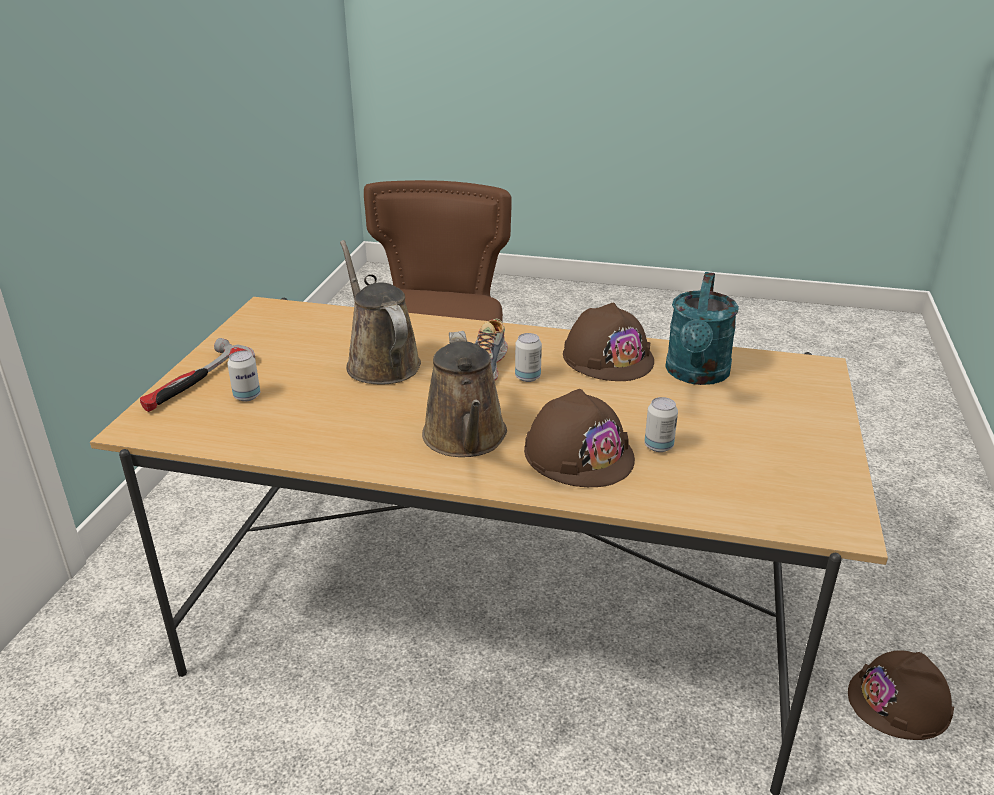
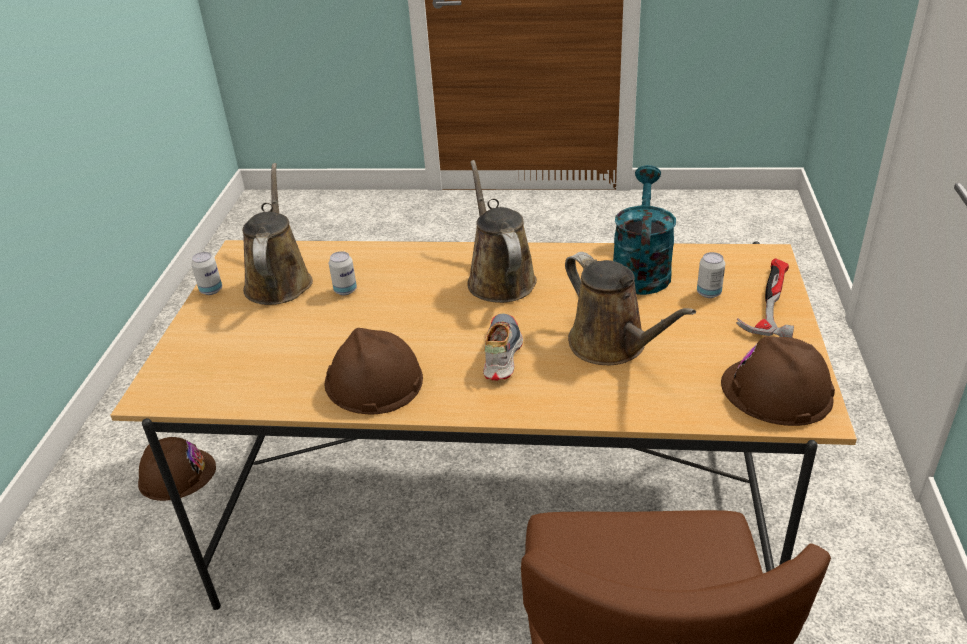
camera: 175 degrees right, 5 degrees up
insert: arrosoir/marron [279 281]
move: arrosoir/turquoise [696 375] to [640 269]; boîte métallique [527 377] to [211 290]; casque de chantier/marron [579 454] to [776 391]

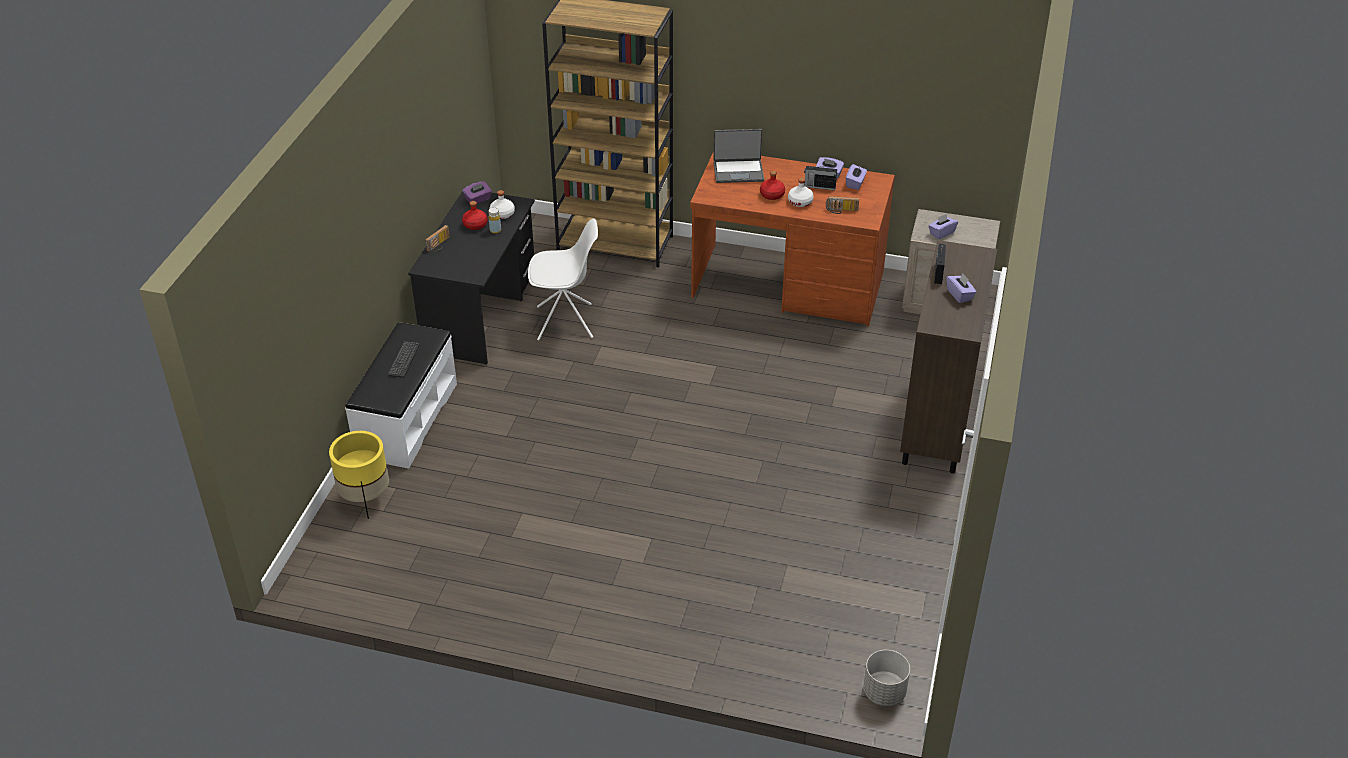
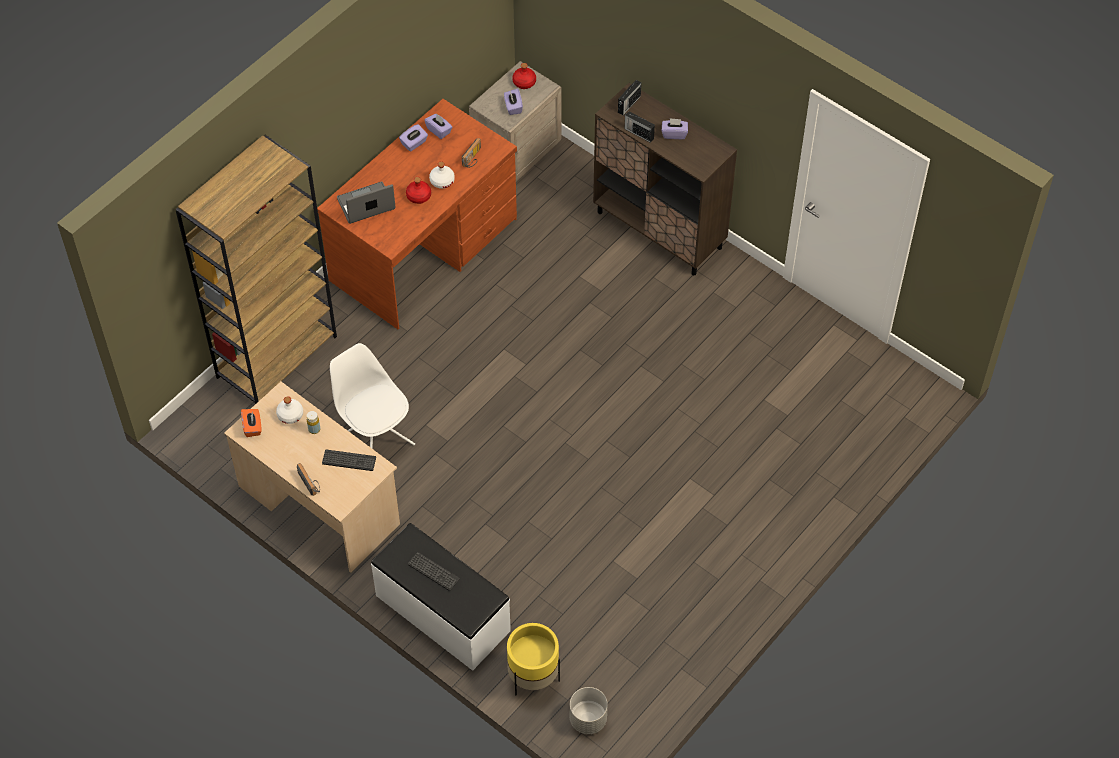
camera: 65 degrees left, 15 degrees up
insert: clavier [349 460]
move: radio [819 186] to [628 104]; bouteille/rouge [475 225] to [524 82]; cache-pot/gris [884 692] to [588 719]
recolor: boîte à mouchoirs/violet [478 200] to boîte à mouchoirs/orange [252 427]; bureau/noir [480 313] to bureau/beige [319 505]
rotate: ordinateur portable [738 171] = [366 205] 135 degrees counterclockwise; chaise/blanc [566 322] = [375 440] 60 degrees counterclockwise

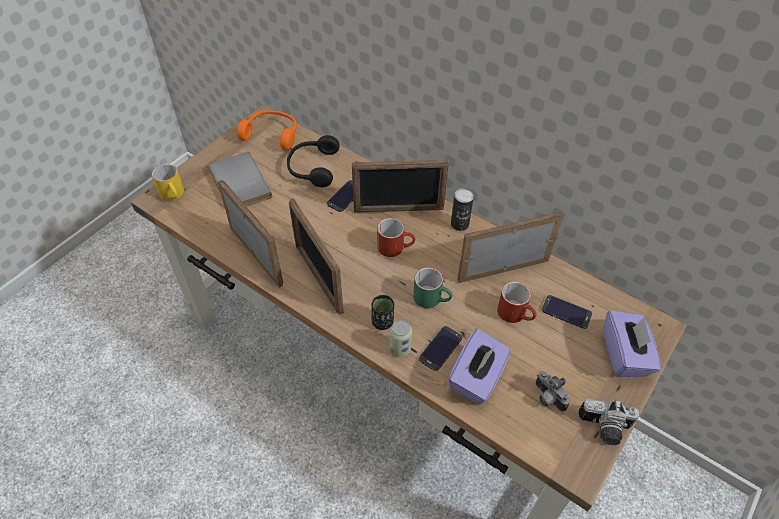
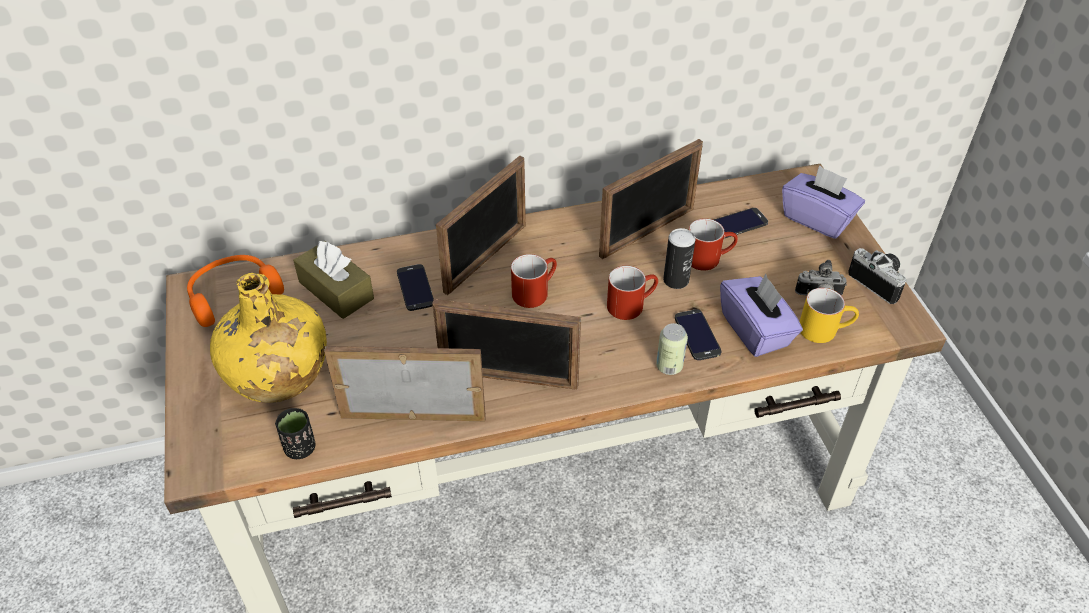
camera: 50 degrees left, 5 degrees down
move: mug/jaune [174 195] to [824 329]; boîte métallique [459 224] to [676 280]; tasse/noir [382 322] to [300 448]
replace: casque audio/noir [312 168] to boîte à mouchoirs/marron [336 290]; livre/gris [238 184] to bouteille/jaune [276 372]
recolor: mug/vert [432 298] to mug/rouge [631 304]
rotate: cadre photo [503 269] = [647 232] 150 degrees counterclockwise; appareil photo [604 429] = [880 281] 90 degrees counterclockwise

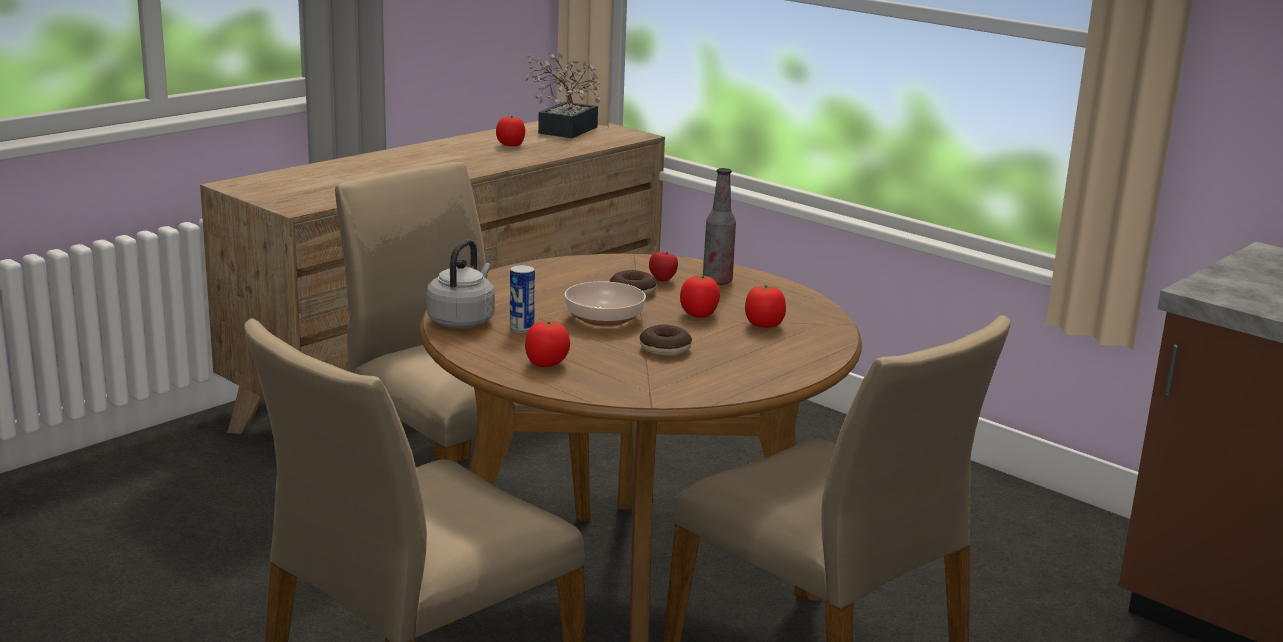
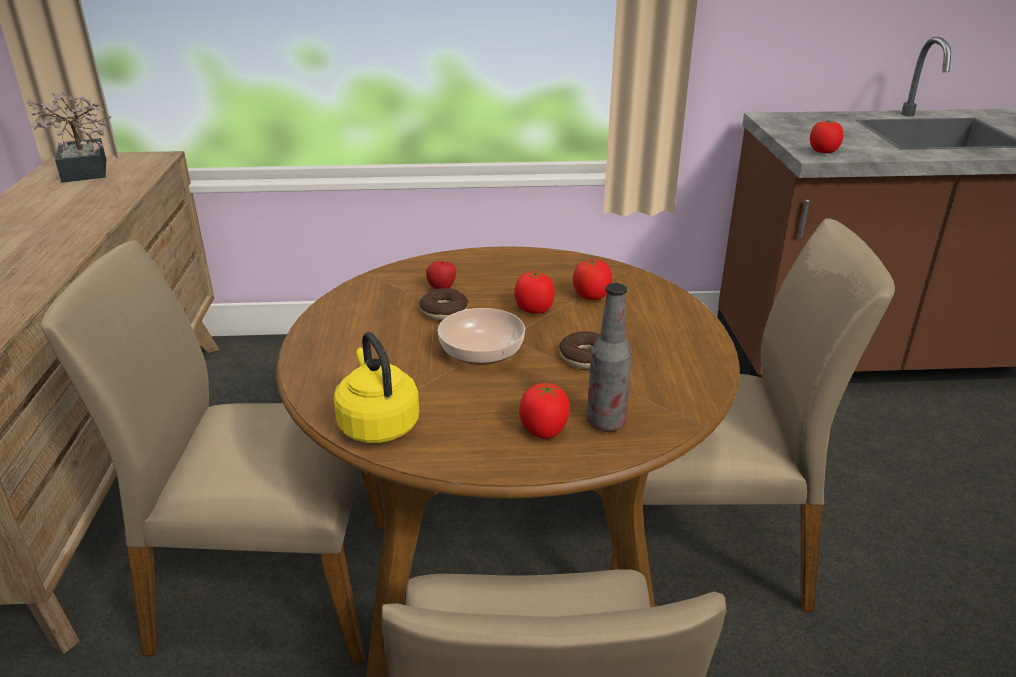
camera: 45 degrees left, 10 degrees up
delete: boîte métallique [521 329]
move: tomate [511 145] to [823 152]; bouteille [717 281] to [606 422]
recolor: bouilloire/gris [463 320] to bouilloire/jaune [377 424]

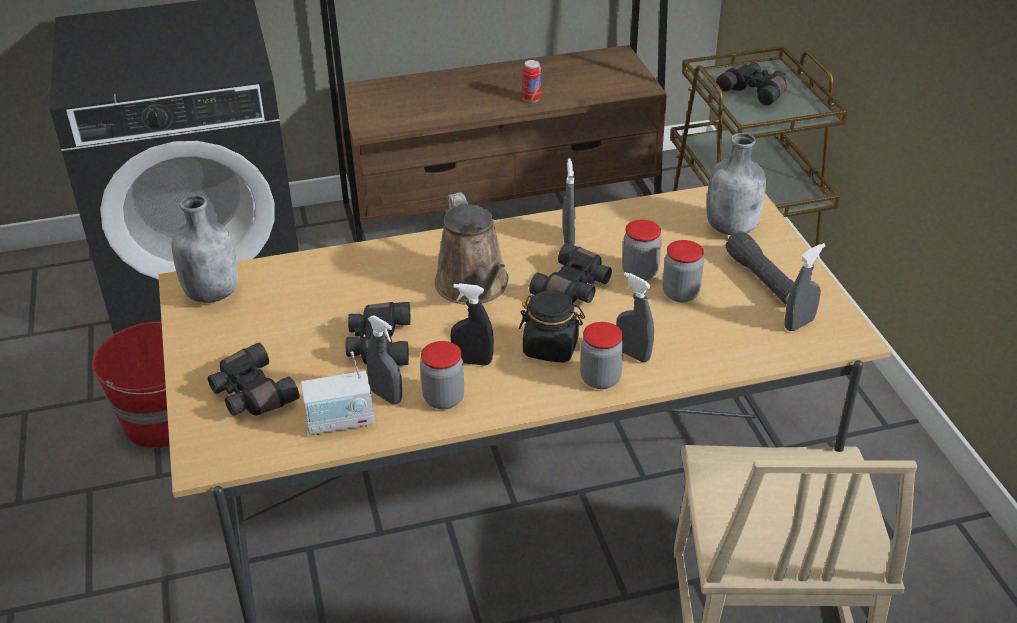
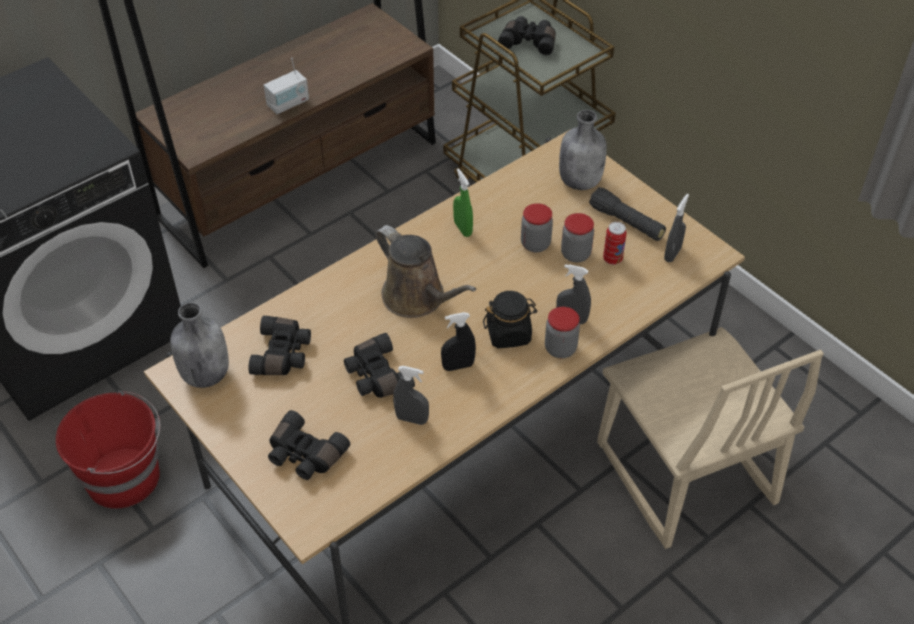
camera: 25 degrees left, 10 degrees up
delete: bocal [443 398]
move: boîte métallique [531 99] to [612 259]; jumelles/noir [574 287] to [283 354]; radio [340 421] to [288 104]
recolor: vaporisateur/gris [568 238] to vaporisateur/vert [462 228]

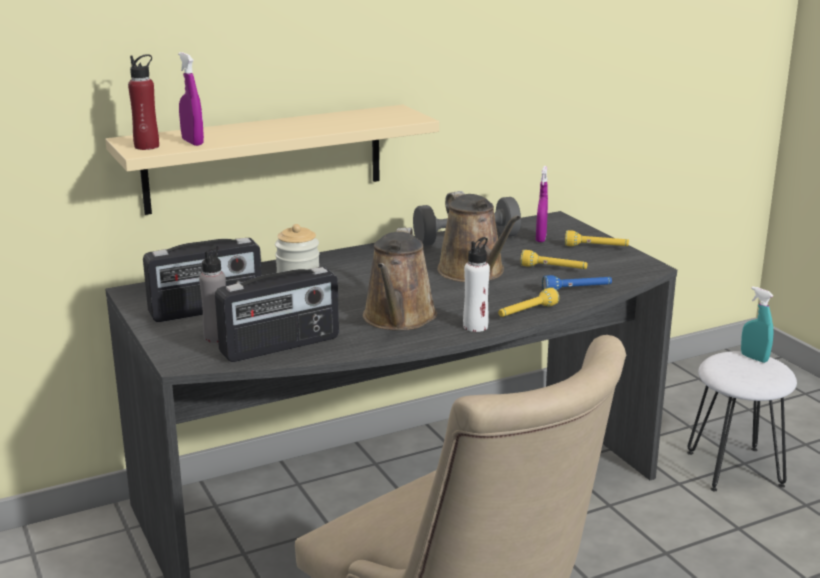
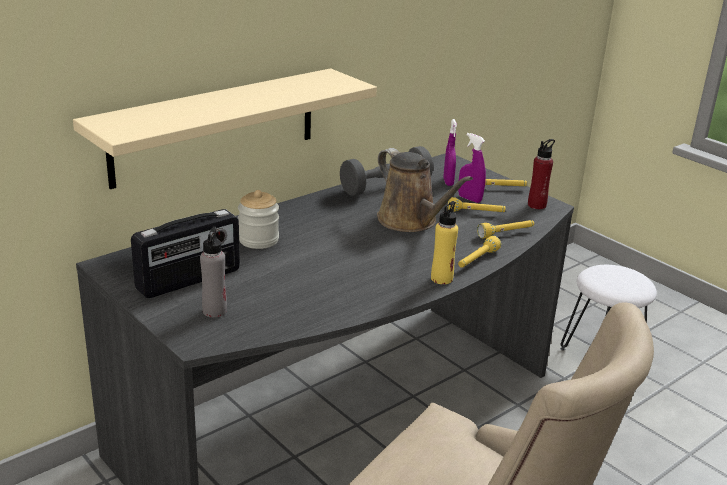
camera: 15 degrees left, 5 degrees up
delete: arrosoir/marron [398 319]; radio [280 346]; vaporisateur/turquoise [754 358]
move: vaporisateur/violet [192 142] to [469 199]; bouteille/rouge [147 146] to [537 205]
recolor: bouteille/blanc [475 326] to bouteille/jaune [442 278]; lampe de poche/bleu [577 290] to lampe de poche/jaune [506 233]

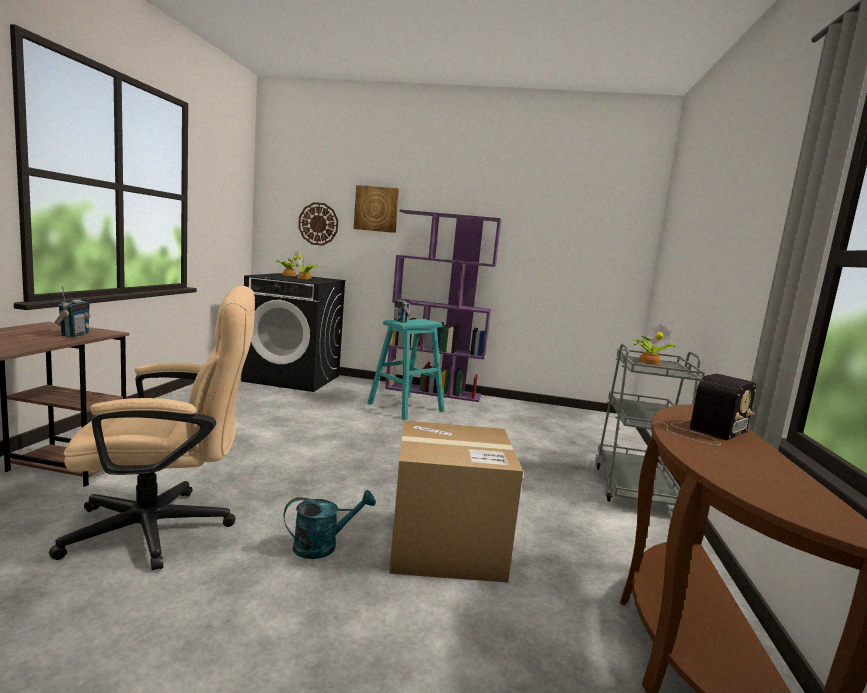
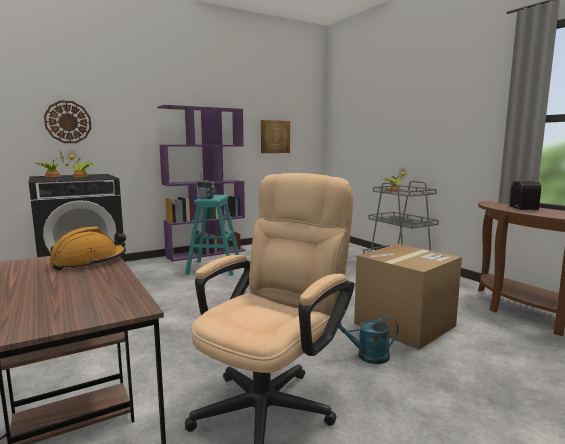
camera: 40 degrees left, 0 degrees up
move: tableau [376 209] to [275 136]
replace: radio [74 334] to casque de chantier/orange [89 262]
rotate: arrosoir/turquoise [323 546] = [367 356] 120 degrees counterclockwise

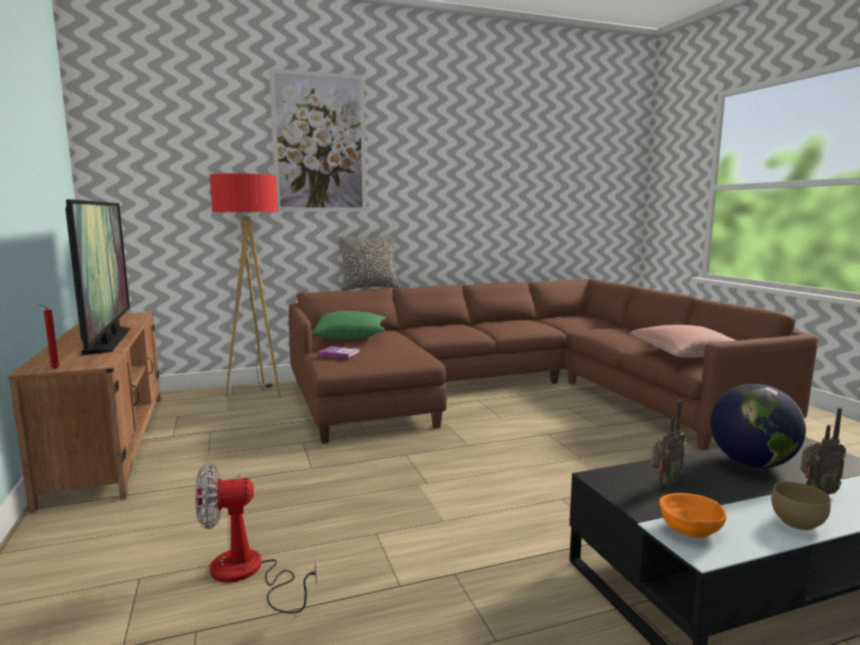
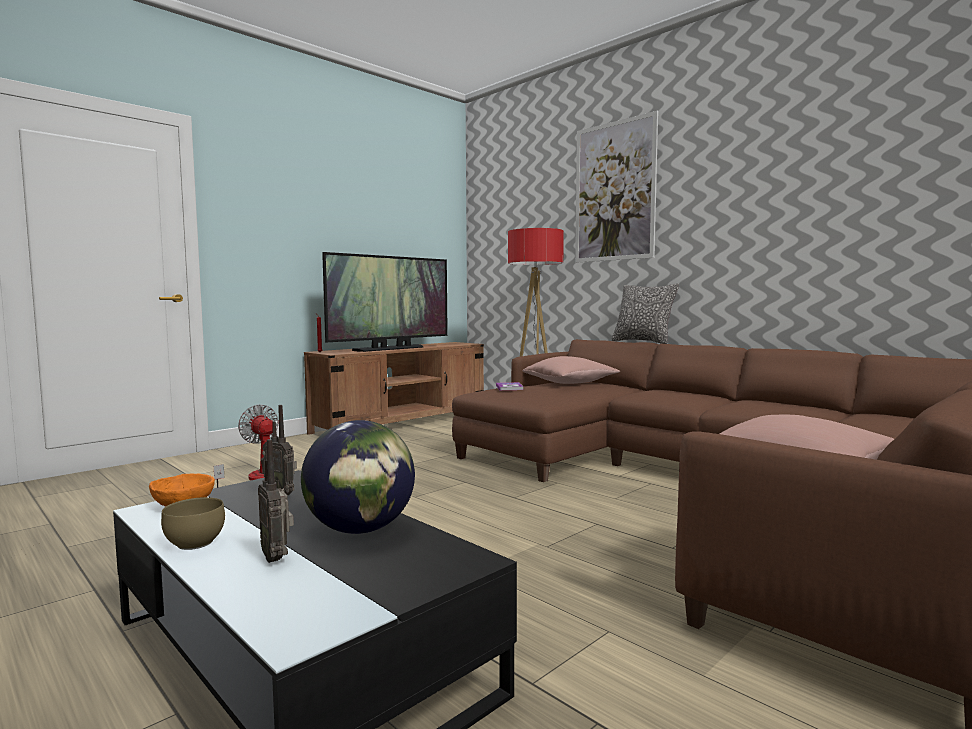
camera: 65 degrees right, 5 degrees down
recolor: coussin/vert [350 336] to coussin/rose [570 383]

